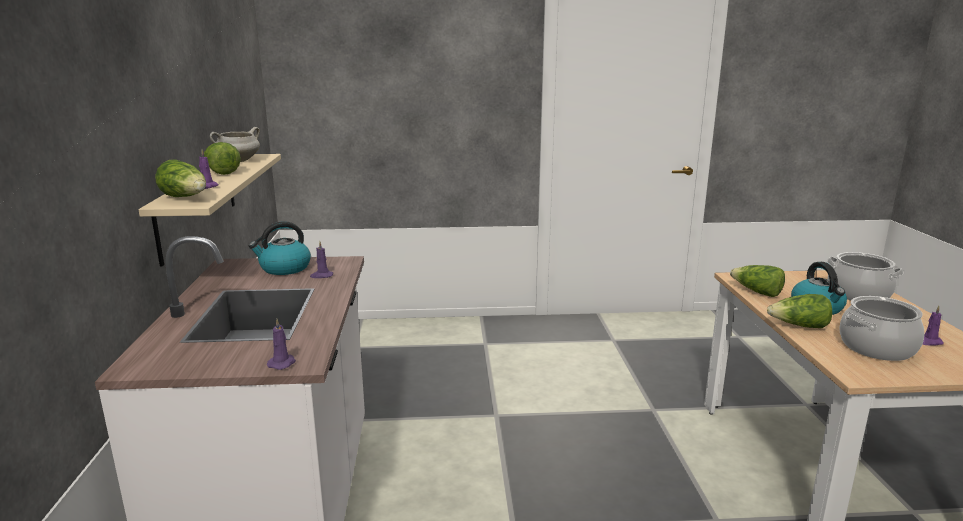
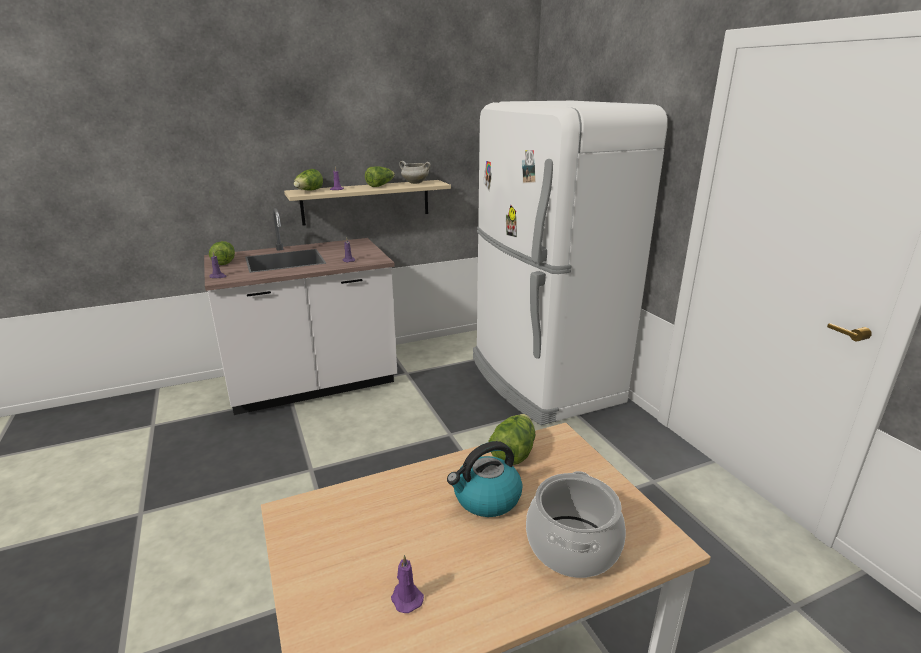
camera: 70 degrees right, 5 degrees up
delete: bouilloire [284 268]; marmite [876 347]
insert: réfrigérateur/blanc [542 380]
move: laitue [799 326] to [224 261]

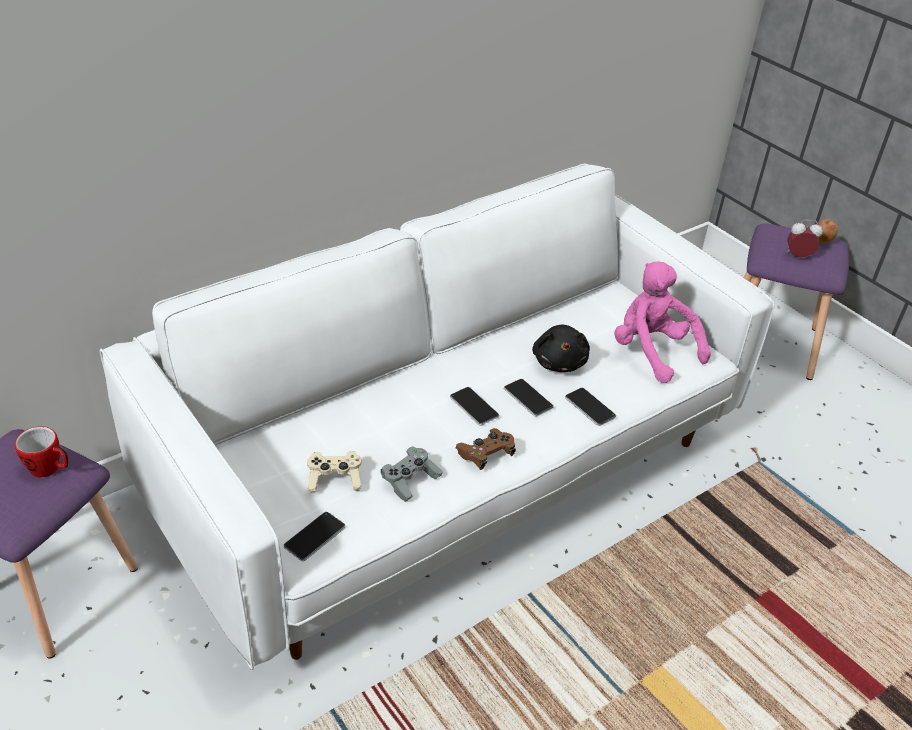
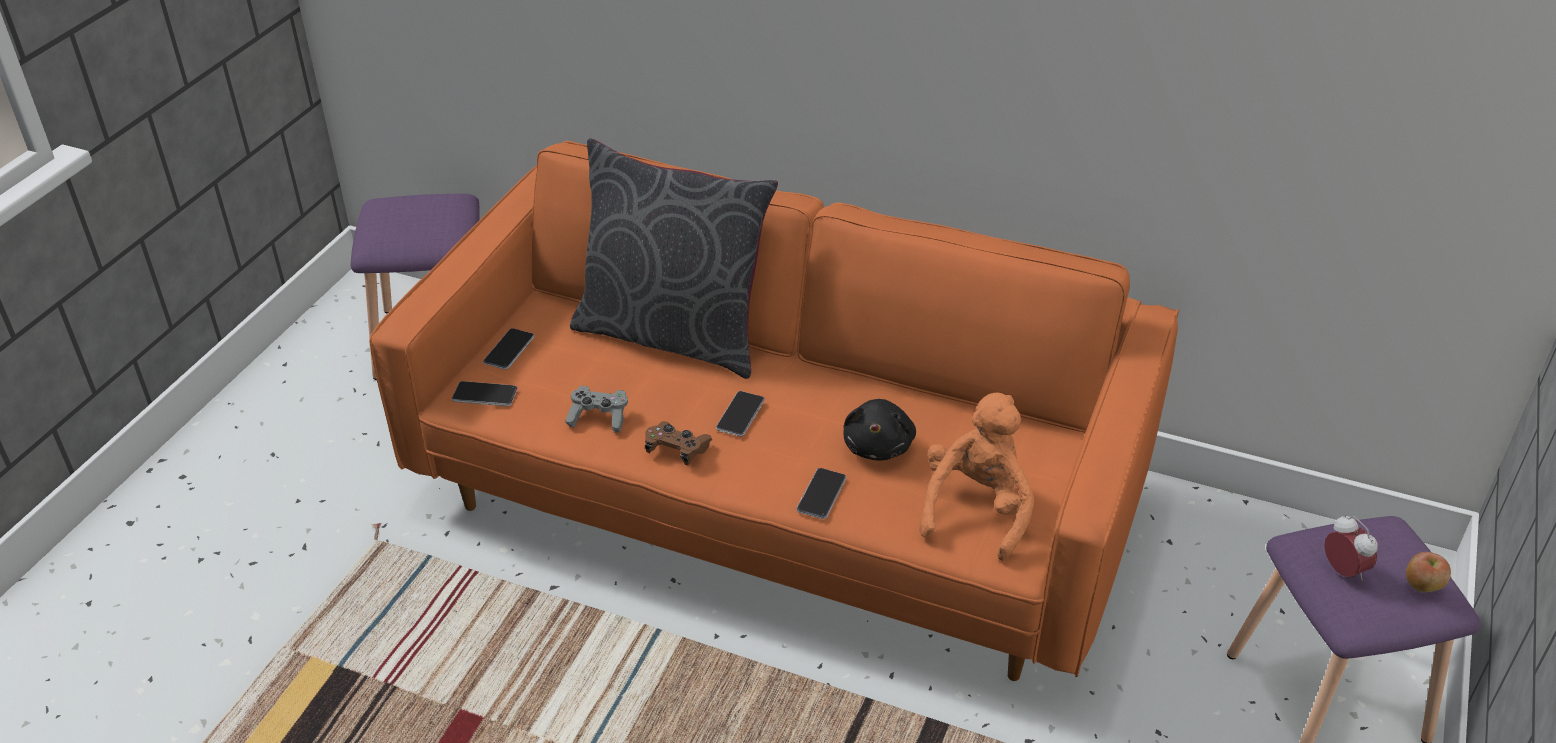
camera: 60 degrees right, 0 degrees up
delete: mug [50 469]; manette/beige [334 479]
insert: coussin/gris [673 334]
move: téléphone [528 398] to [509 350]
recolor: canapé/blanc [449 468] to canapé/orange [778 497]; peluche/rose [652 351] to peluche/orange [976 509]
rotate: peluche/noir [559 362] = [878 445] 45 degrees counterclockwise

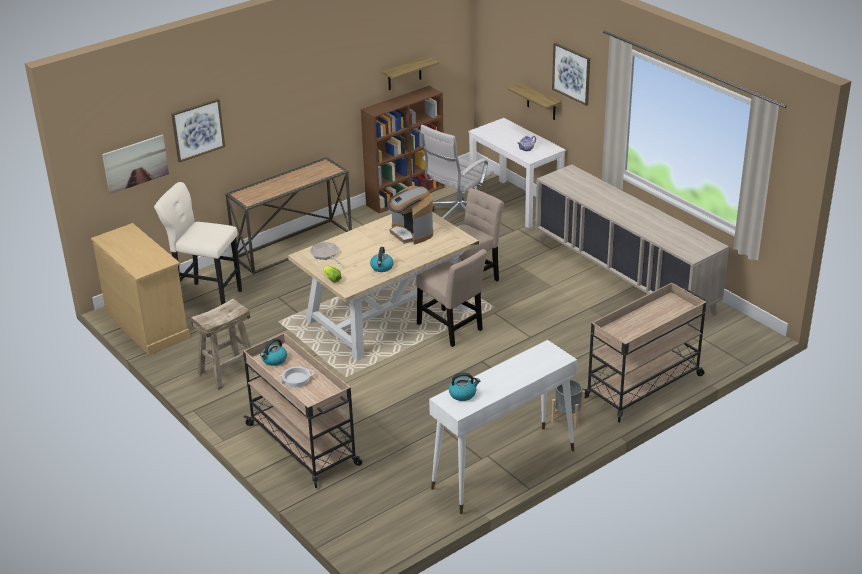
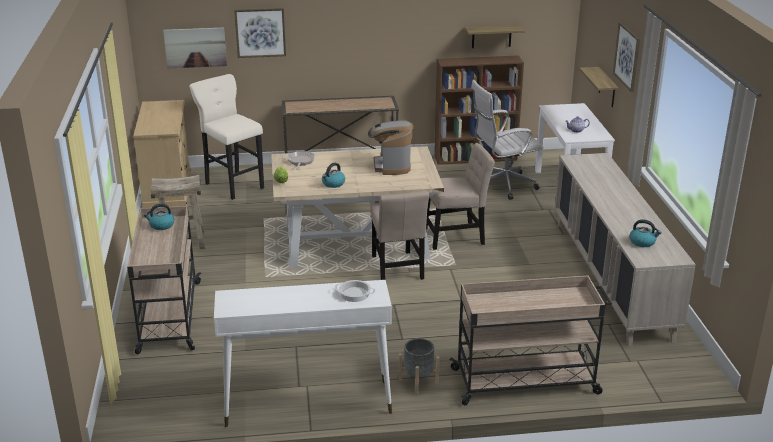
camera: 30 degrees right, 5 degrees down
move: marmite [296 379] to [354 294]; bouilloire [463 394] to [642 242]

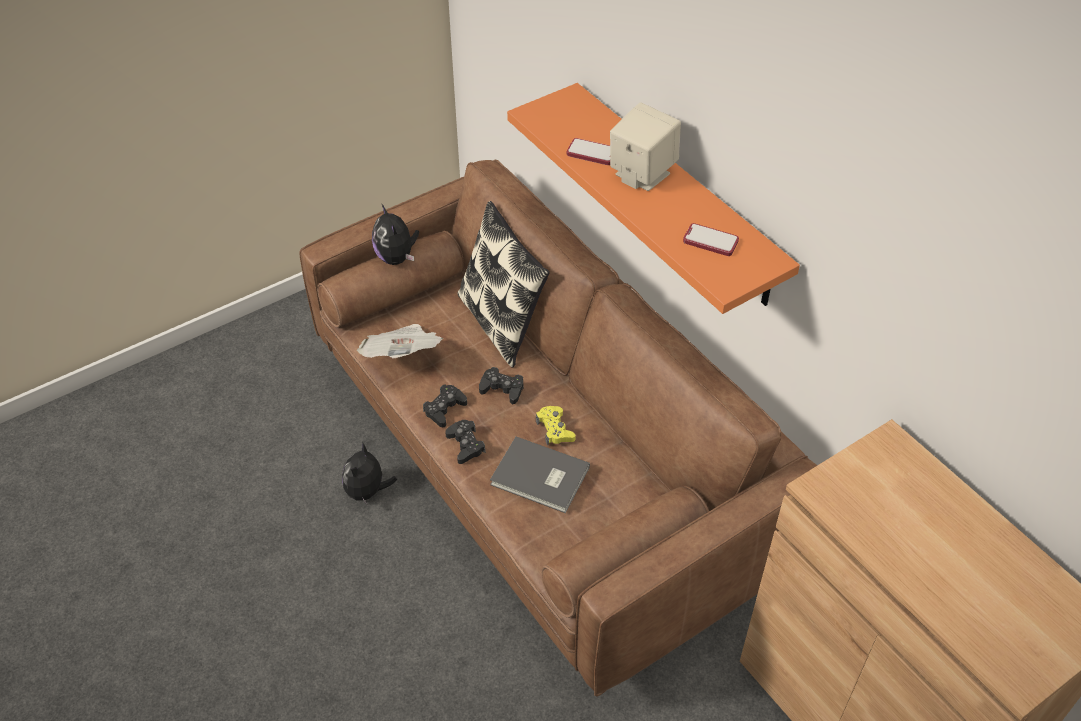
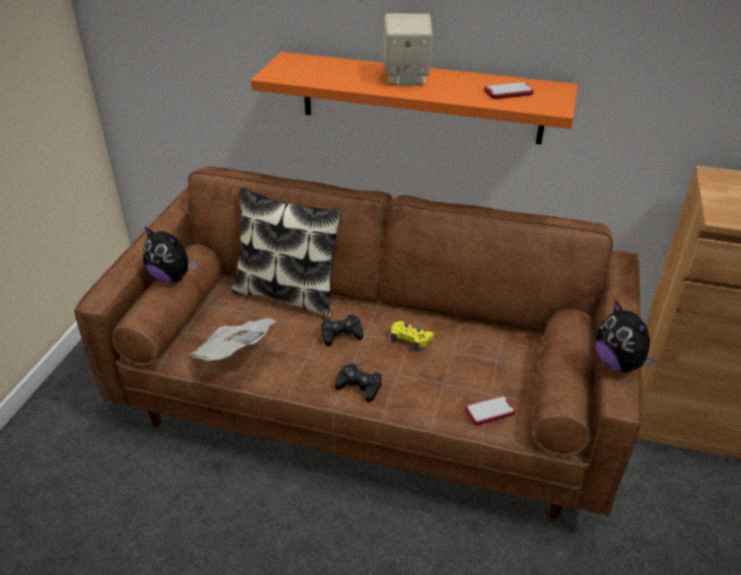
camera: 40 degrees left, 10 degrees down
delete: manette/noir [444 409]; livre/gris [540 478]
move: téléphone [592 153] to [490 411]; peluche [367 492] to [618 363]

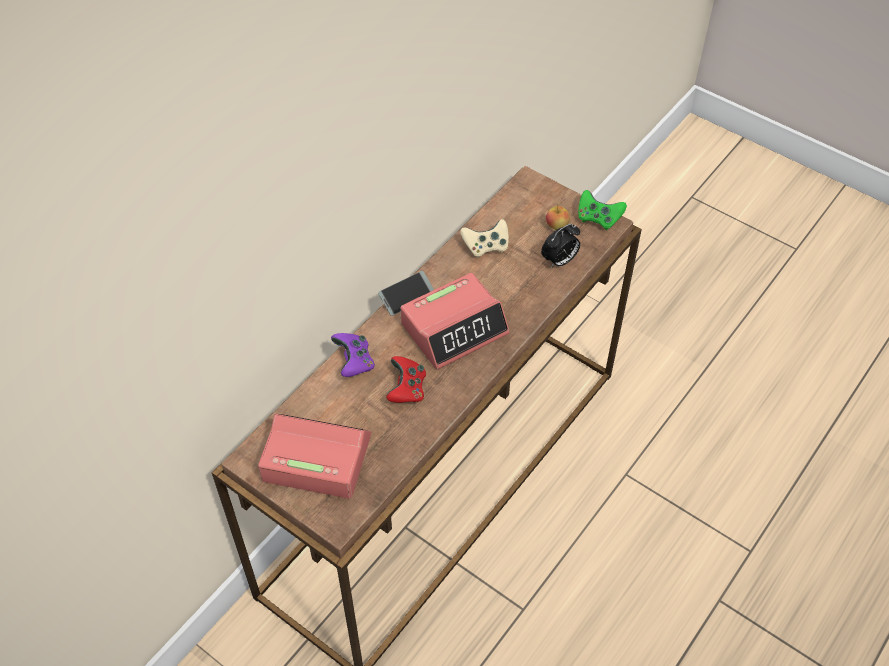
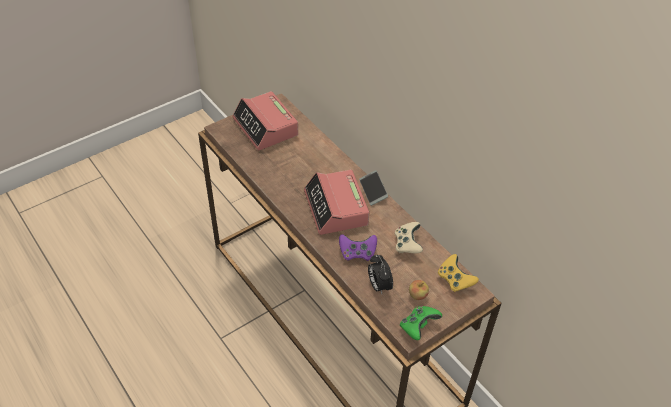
camera: 105 degrees right, 5 degrees down
delete: manette/rouge [407 389]
insert: manette/jaune [454 280]
move: manette/violet [354 362] to [357 253]
rotate: réveil [316 458] = [266 127] 120 degrees clockwise

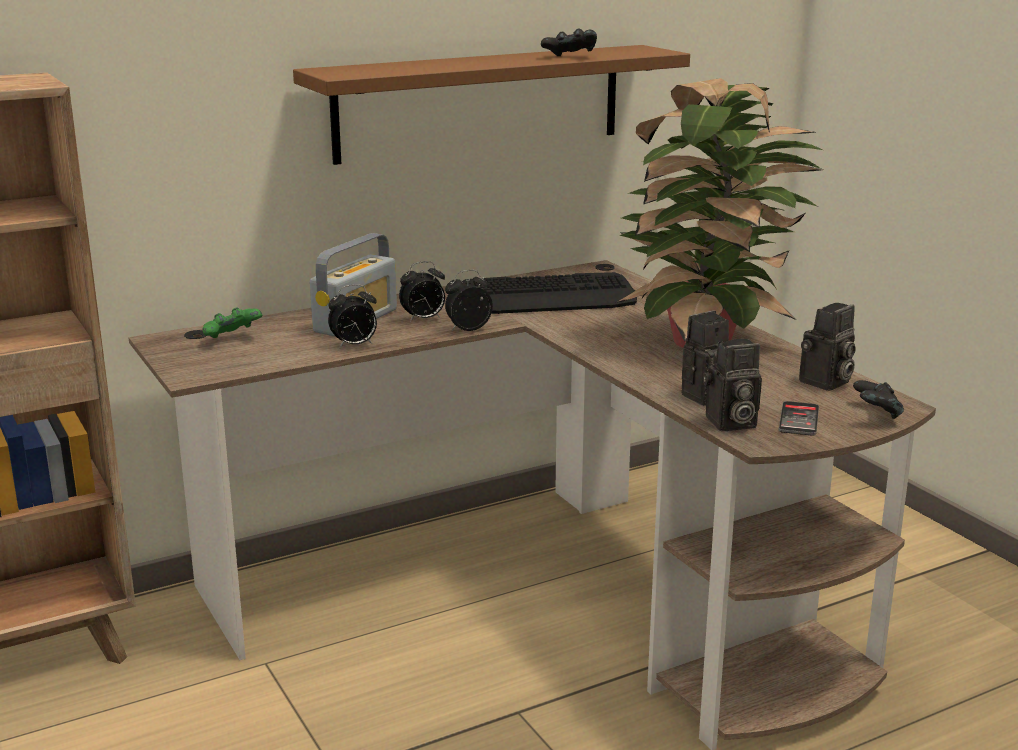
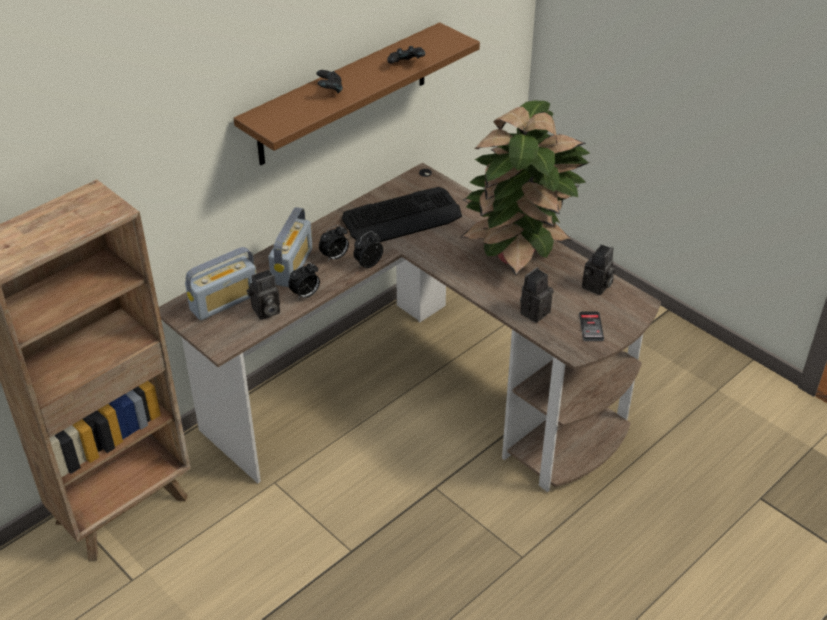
camera: 15 degrees left, 20 degrees up
move: appareil photo [729 423] to [265 312]; manette/noir [876 415] to [329 90]
replace: manette/vert [232 339] to radio [224 302]

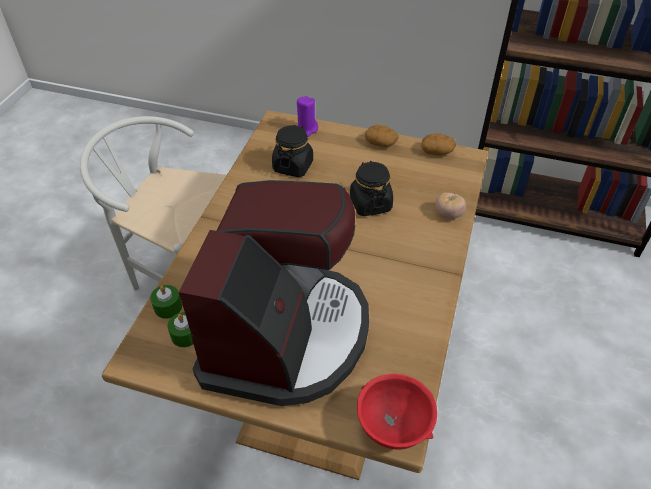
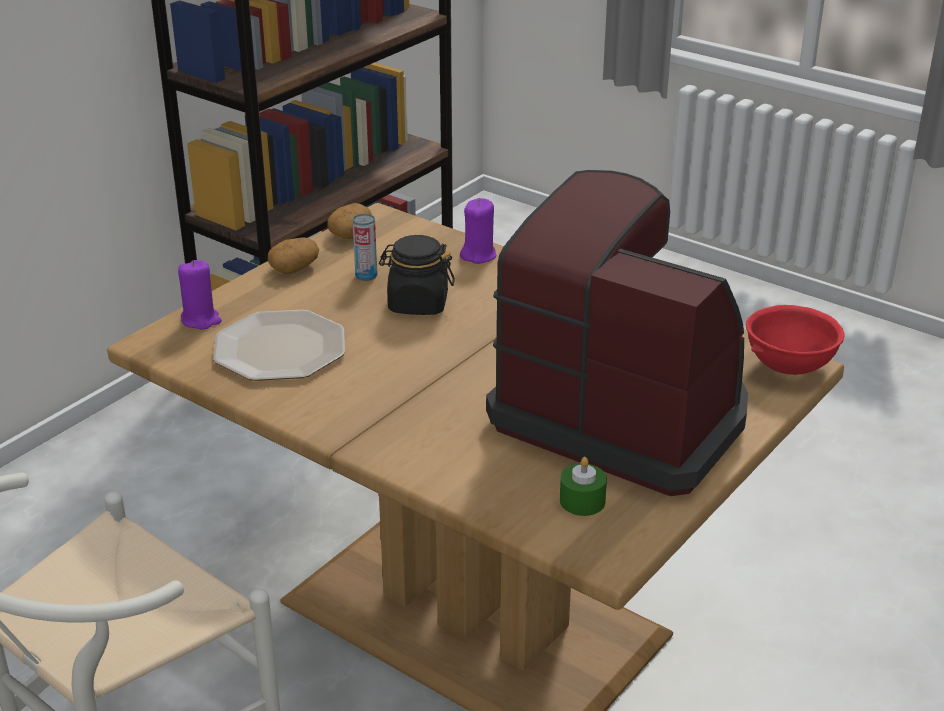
camera: 70 degrees left, 15 degrees down
delete: bougie/vert [168 307]
insert: boîte métallique [366 276]
replace: bocal/noir [293 166] to assiette [281 348]; tomate [448 214] to bougie/violet [478 255]

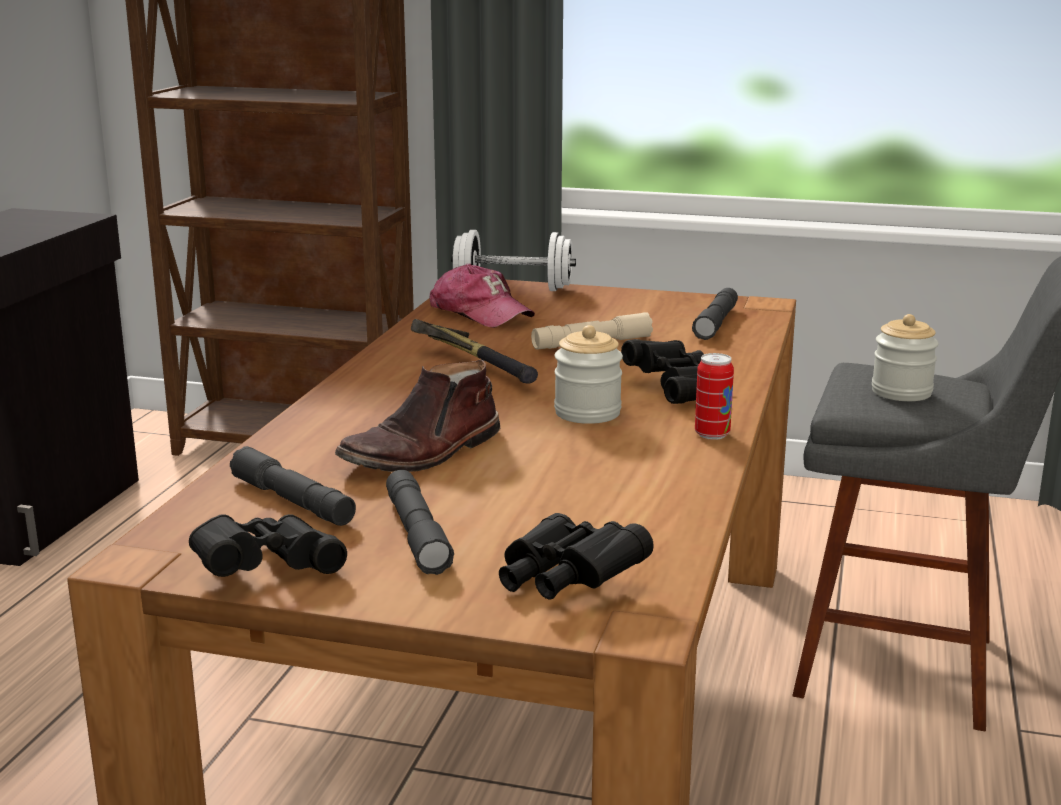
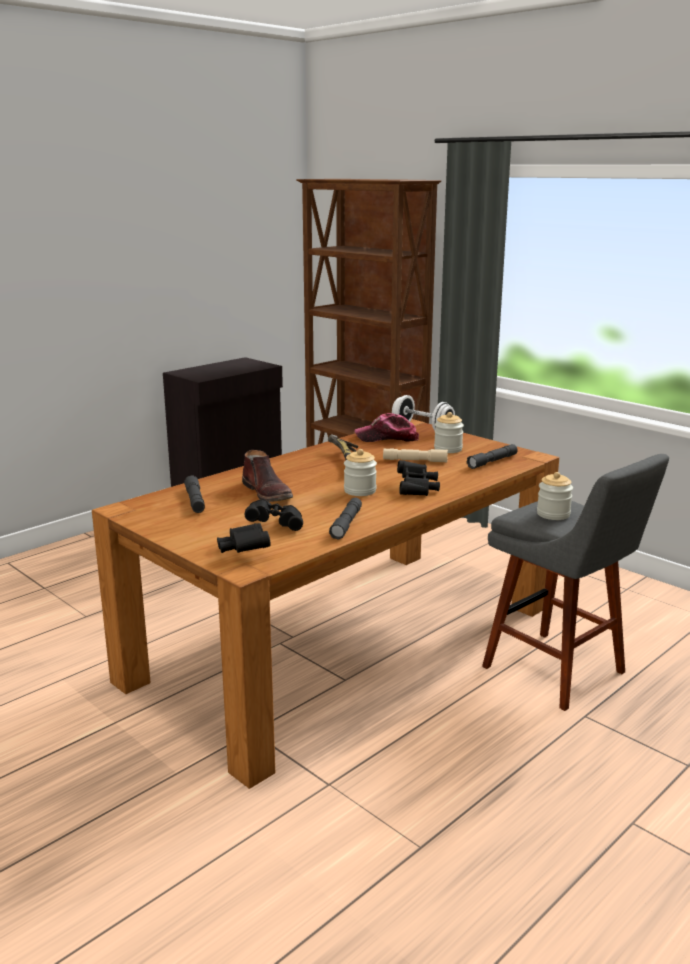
camera: 30 degrees right, 0 degrees up
delete: boîte métallique [712 434]
insert: bocal [448 449]
move: lampe de poche/gris [417 534] to [346 524]; jumelles/noir [264 571] to [275 525]
rotate: casquette [480 313] = [387 438] 105 degrees clockwise; botte/marron [423 453] = [268 493] 105 degrees counterclockwise

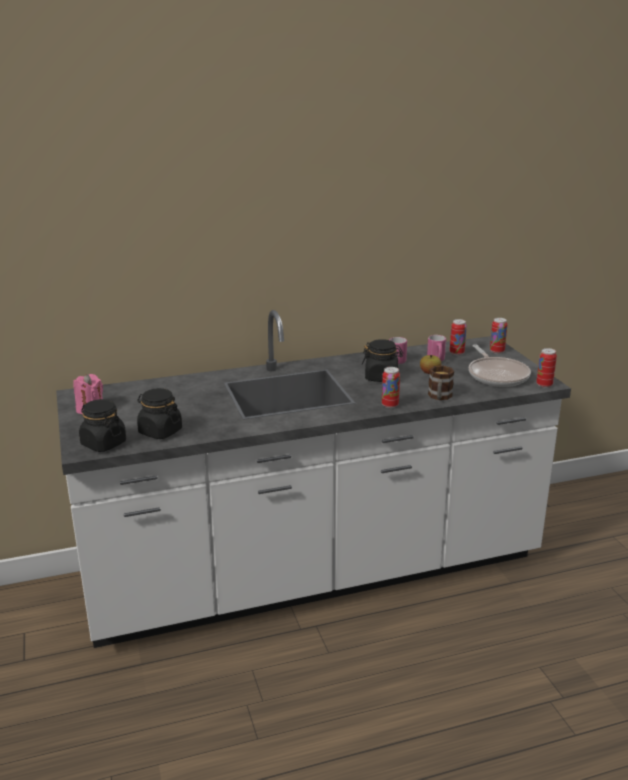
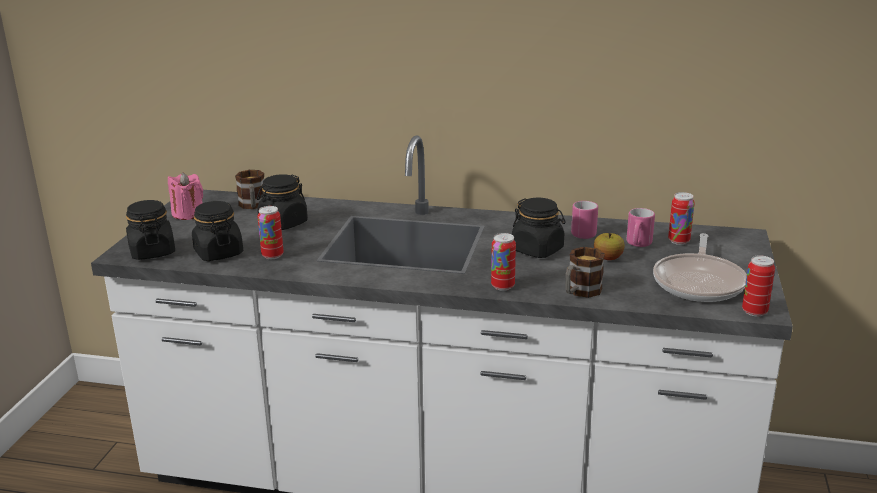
camera: 30 degrees right, 0 degrees up
insert: mug [253 206]; bocal/noir [283 223]
move: boîte métallique [497 351] to [272 255]

